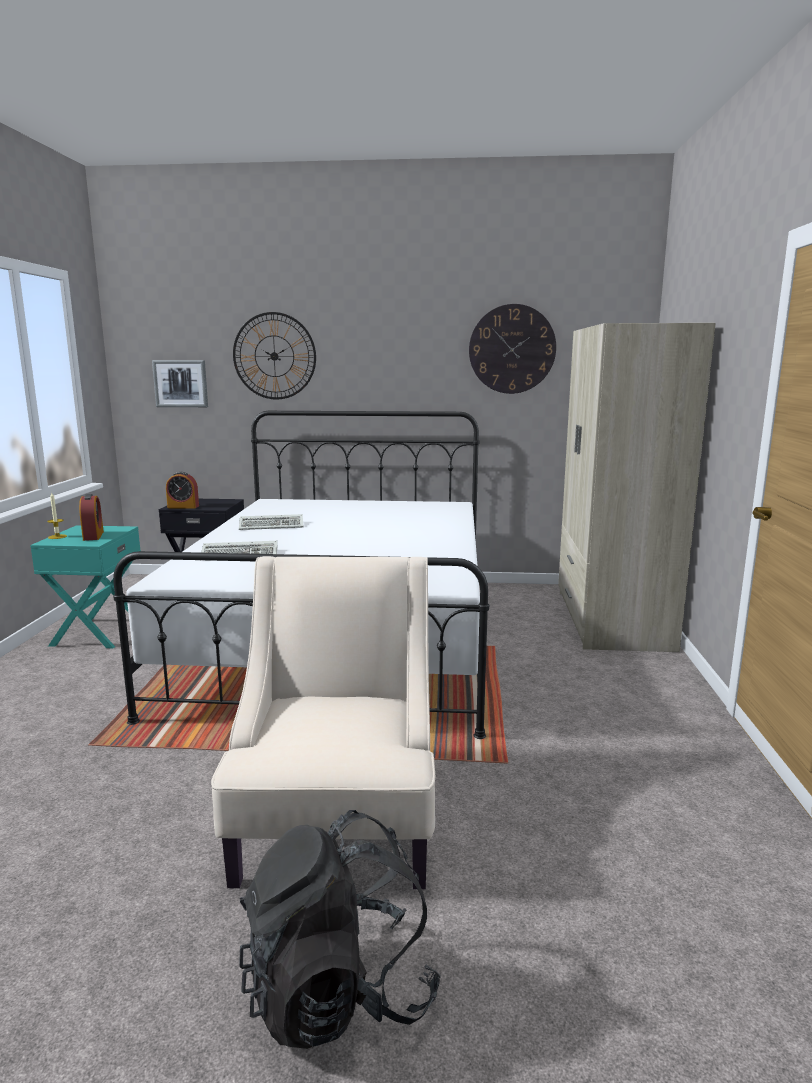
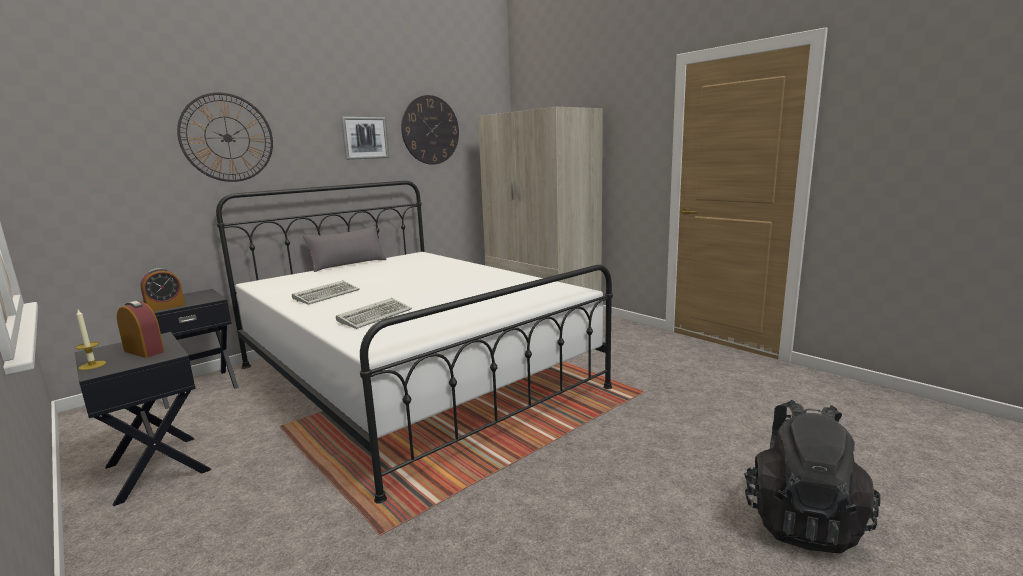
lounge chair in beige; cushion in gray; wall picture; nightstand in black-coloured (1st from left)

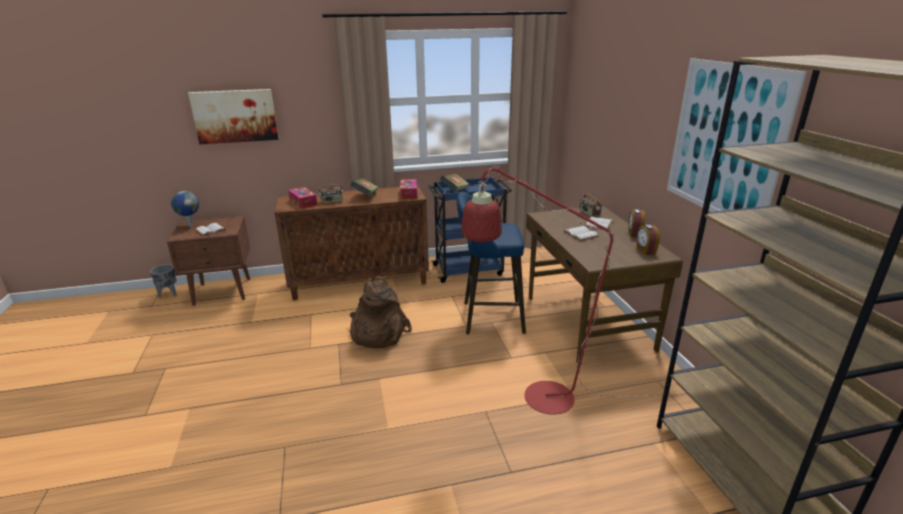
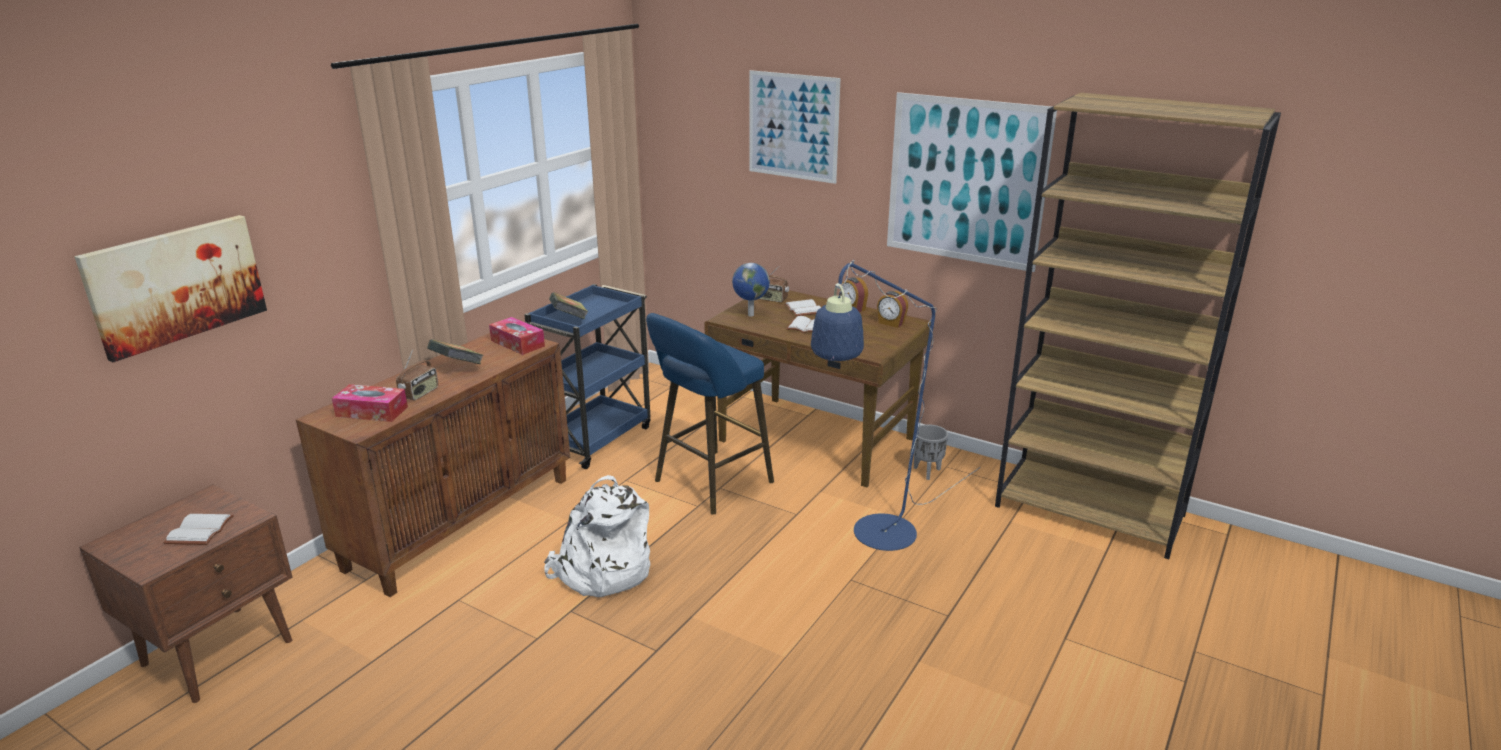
wall picture (2nd from left); plant pot in gray; world globe; knapsack in whitish; standing lamp in blue-coloured

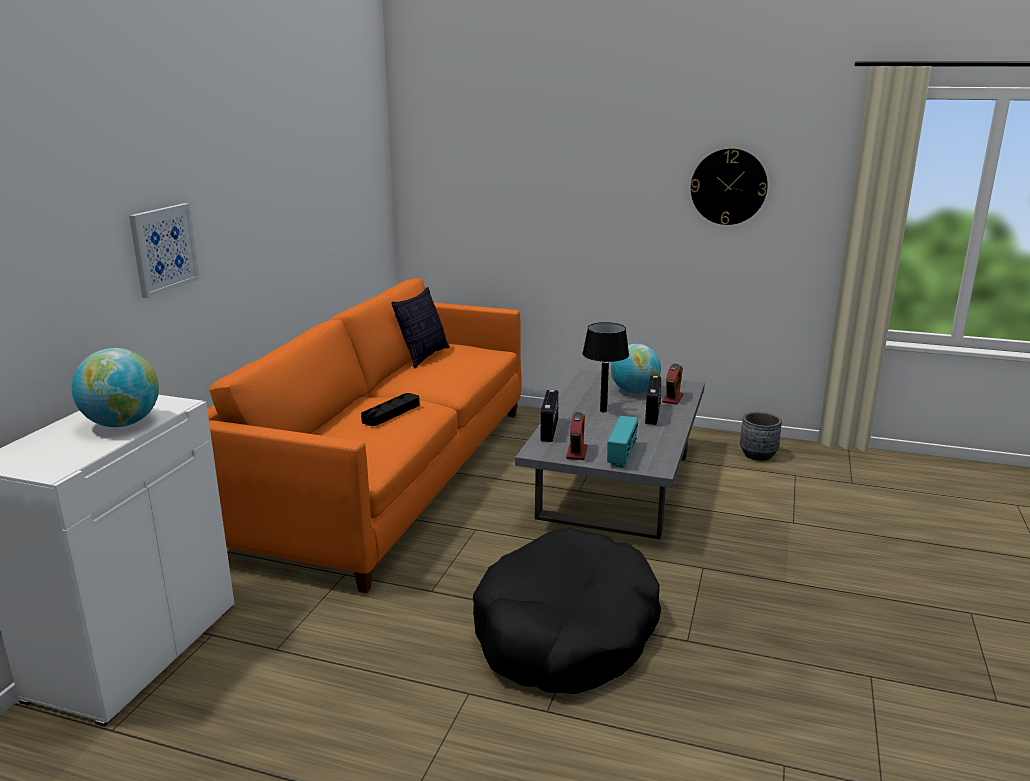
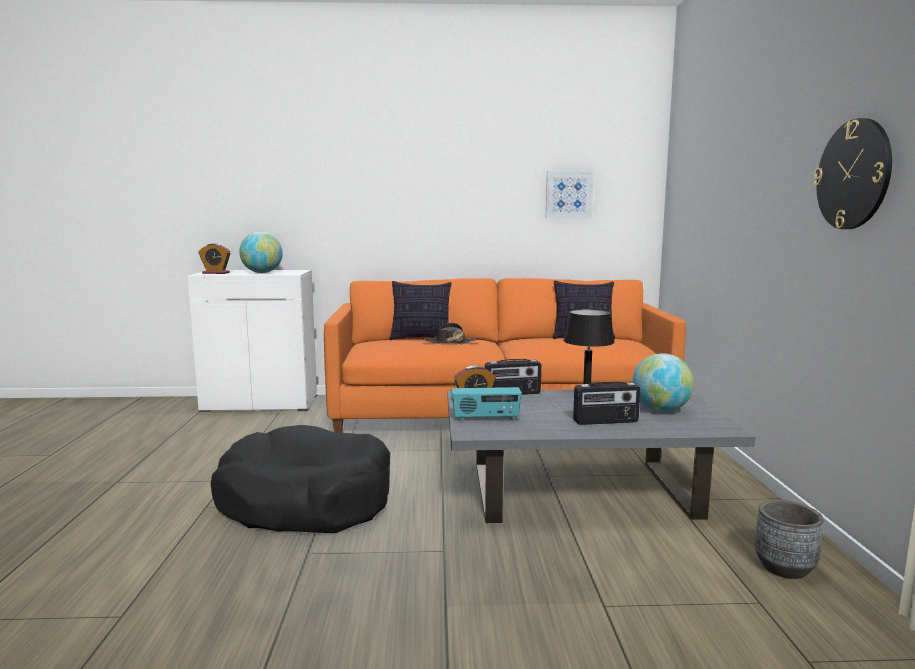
cushion (1st from left); wall picture; table clock (1st from left); wearable hat in black-coloured

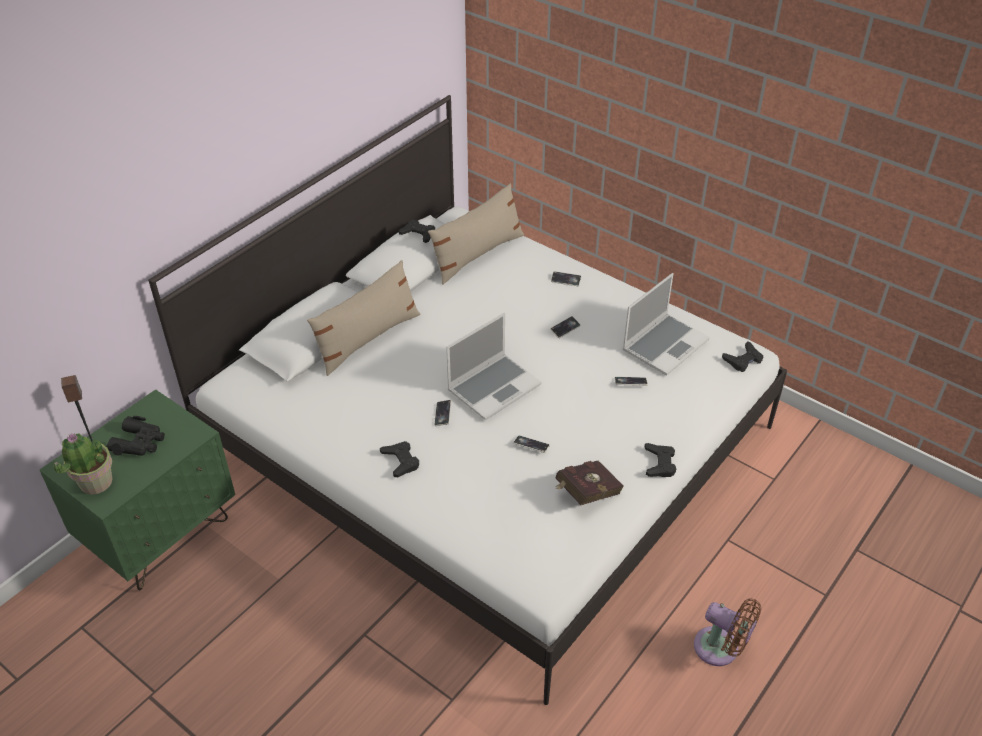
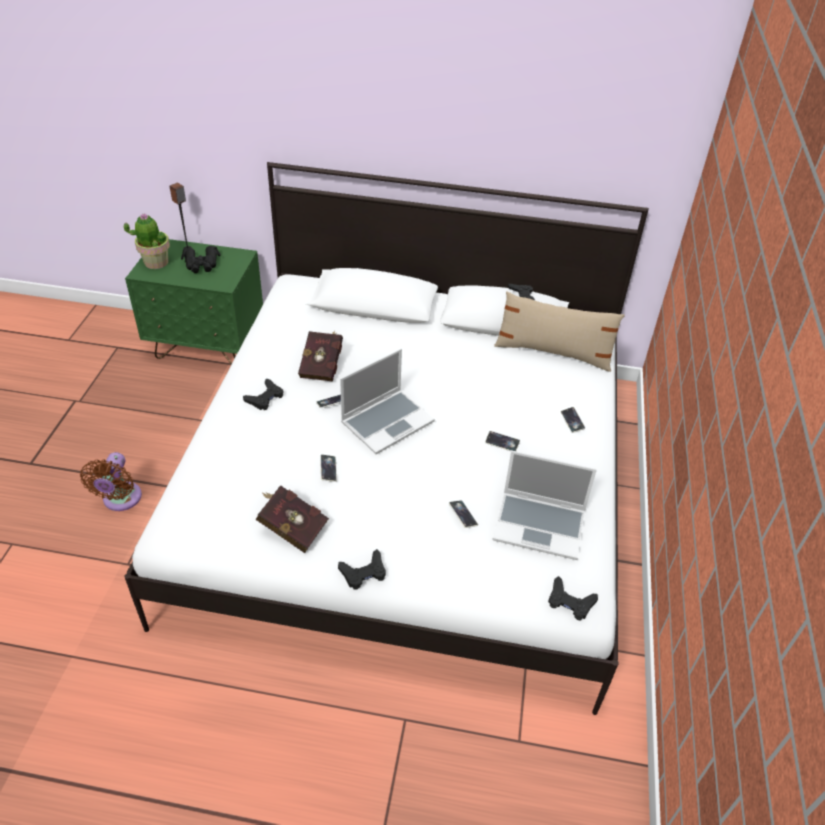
cushion in beige (1st from left in the first image); book in red (2nd from left); electric fan in brown; laptop (1st from left)

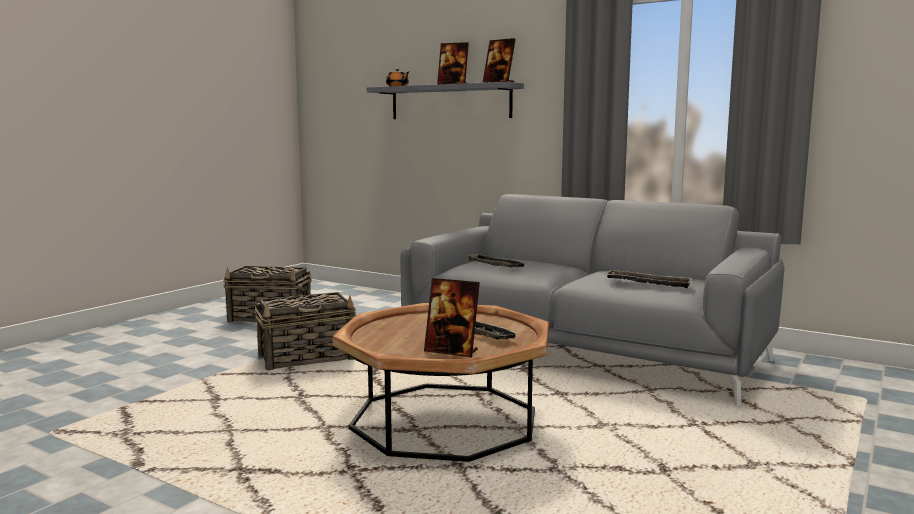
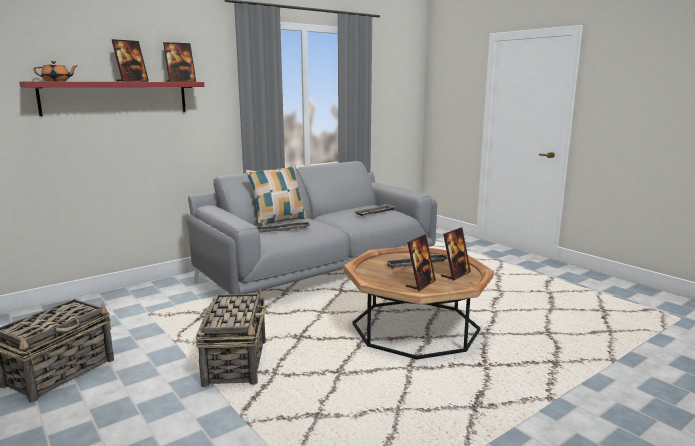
cushion; photo frame (3rd from left); shelf in red

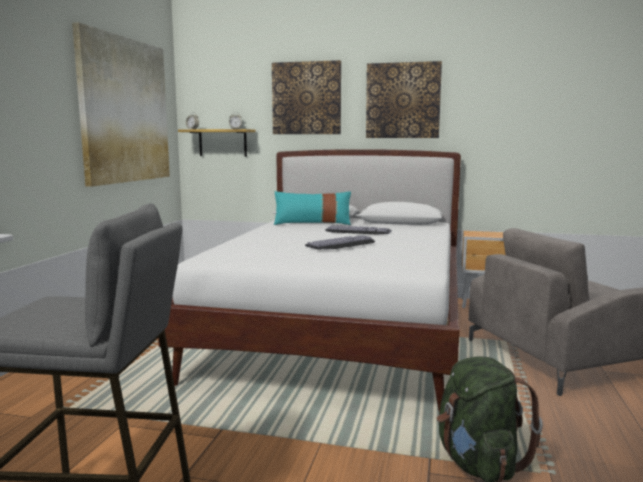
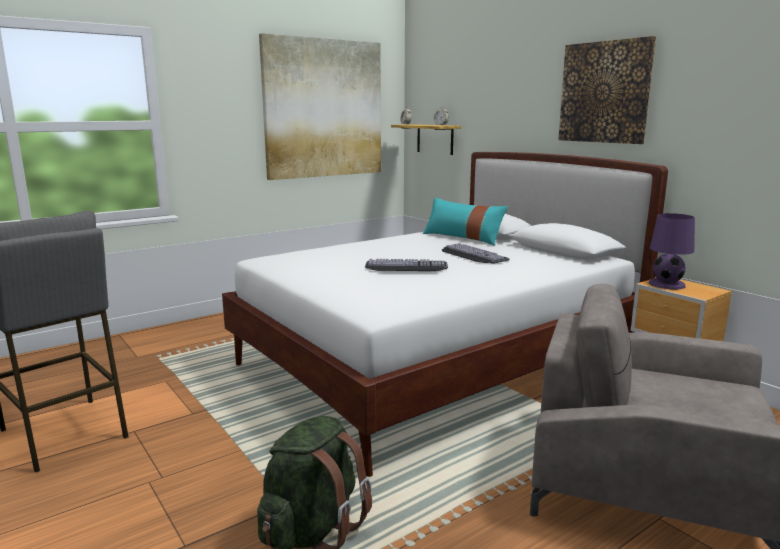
wall picture (2nd from left in the first image); tabletop lamp in purple-coloured

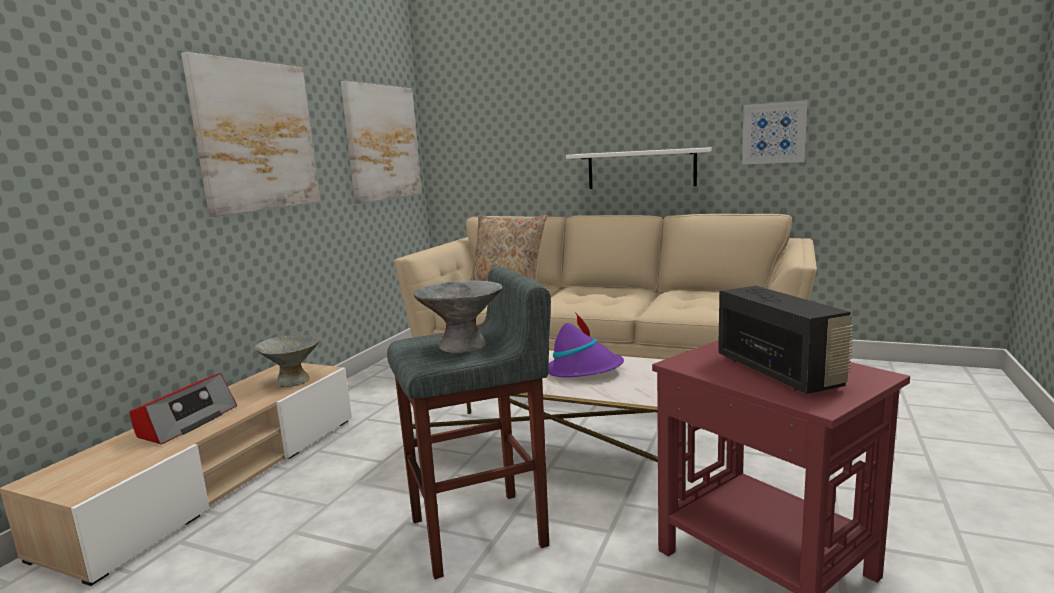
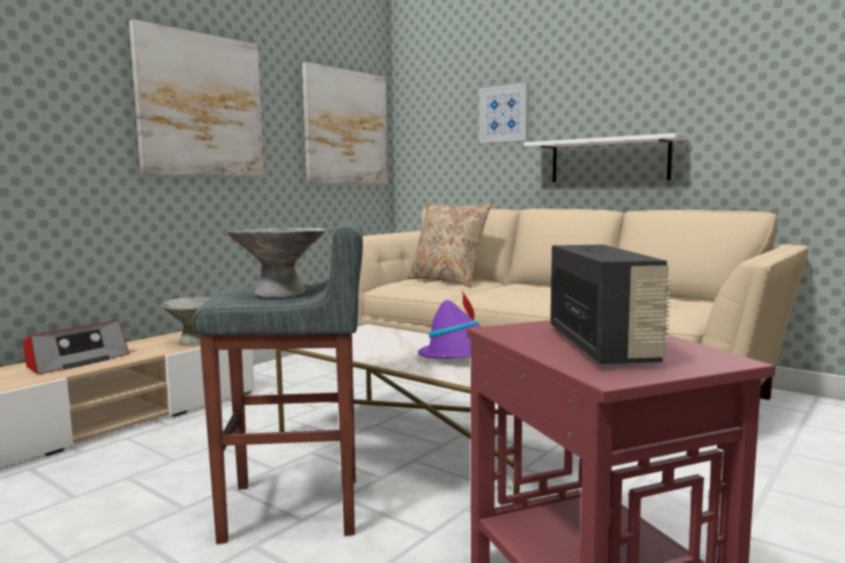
wall picture (3rd from left)

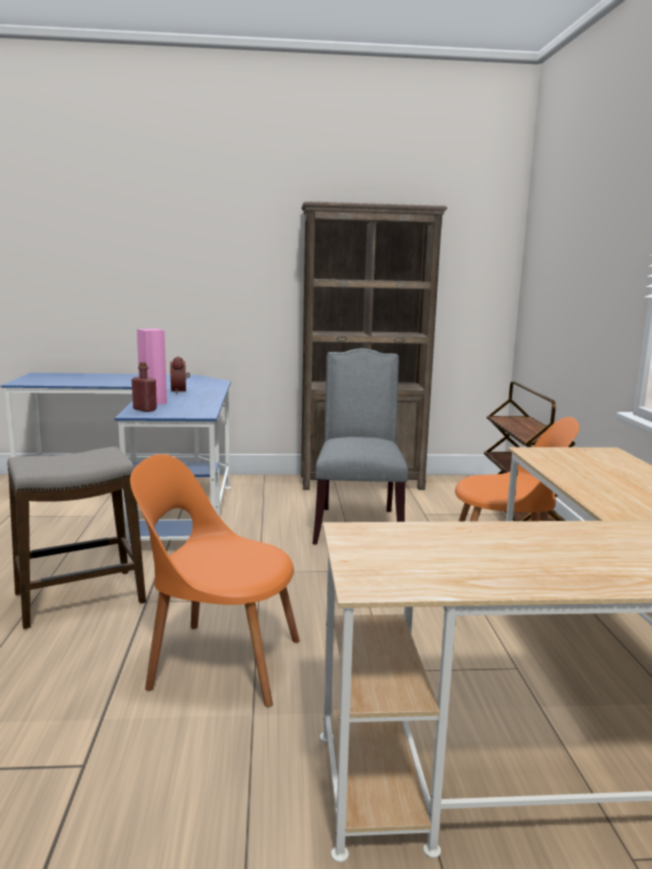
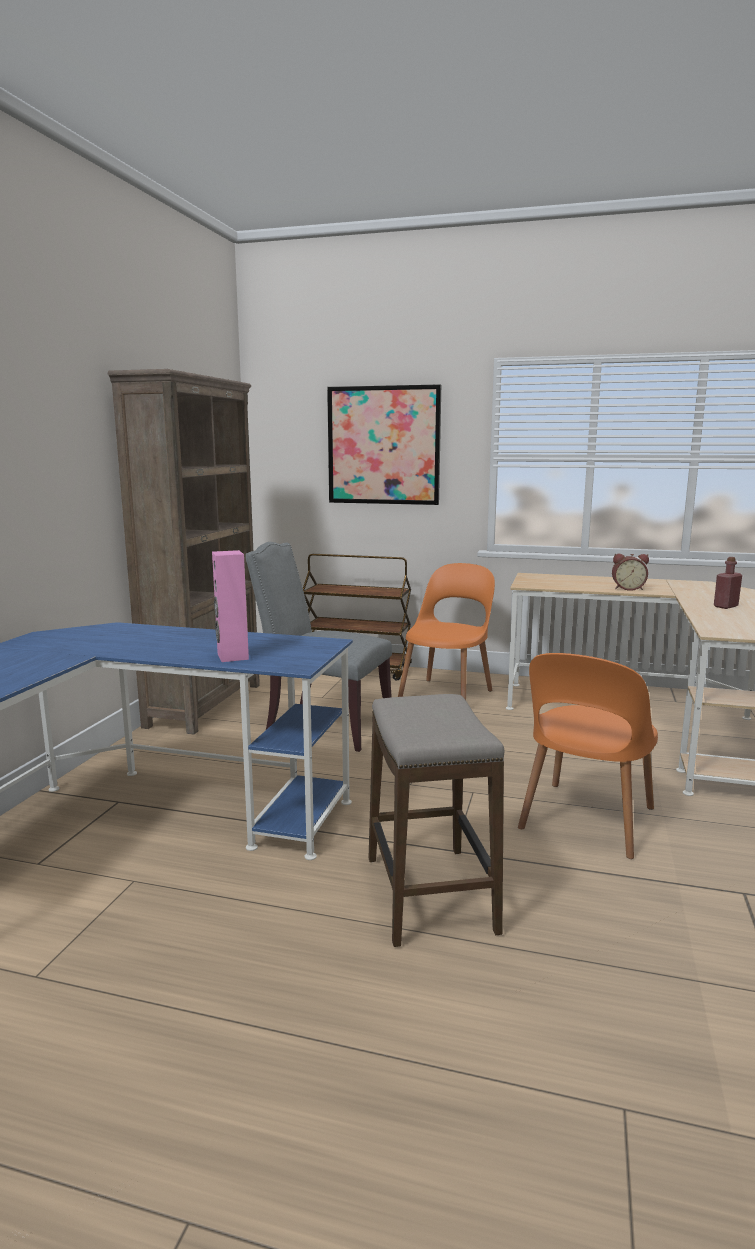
wall picture; drink bottle in red; table clock

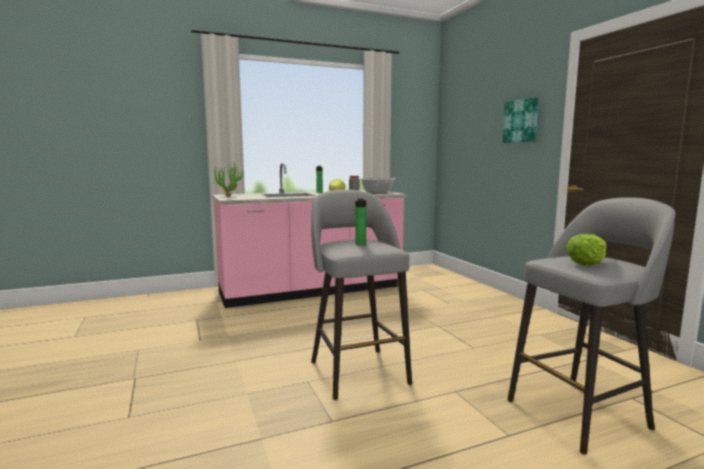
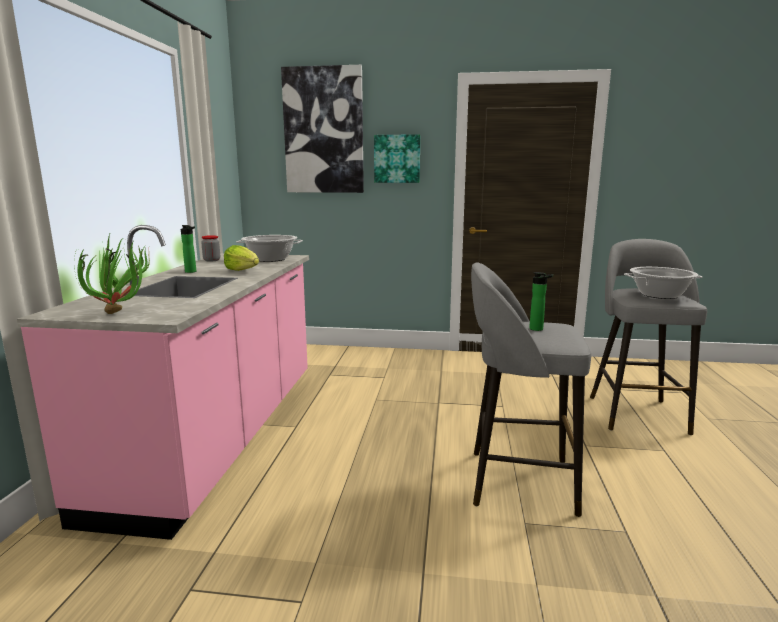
wall picture (1st from left); stockpot (2nd from left)

